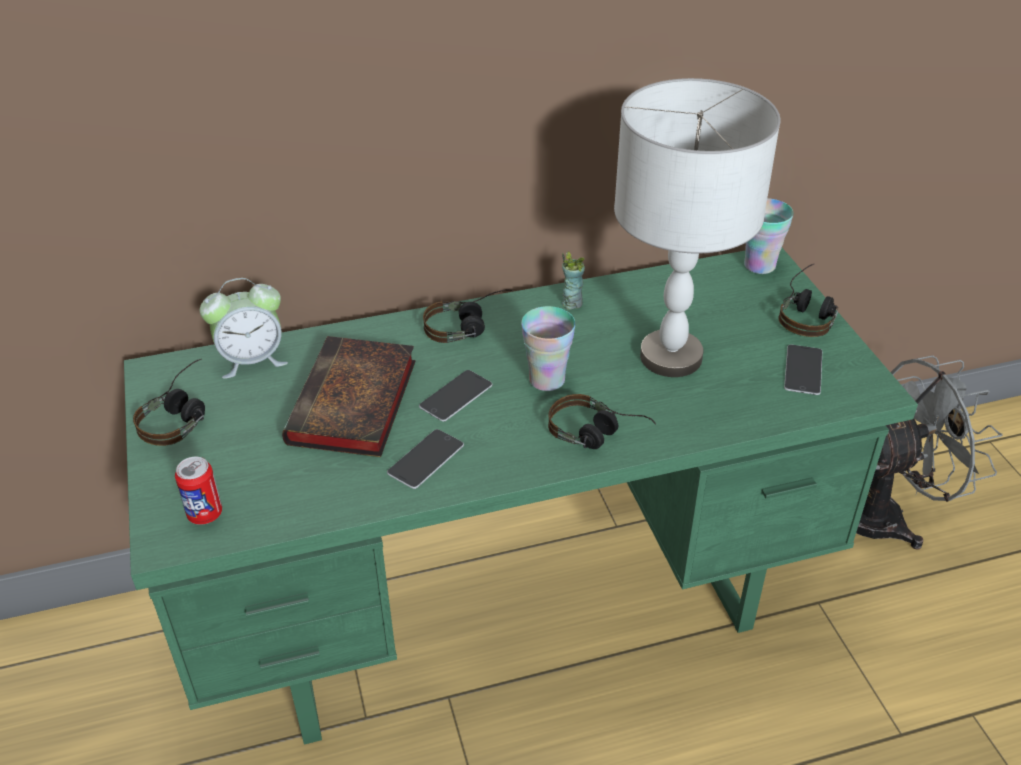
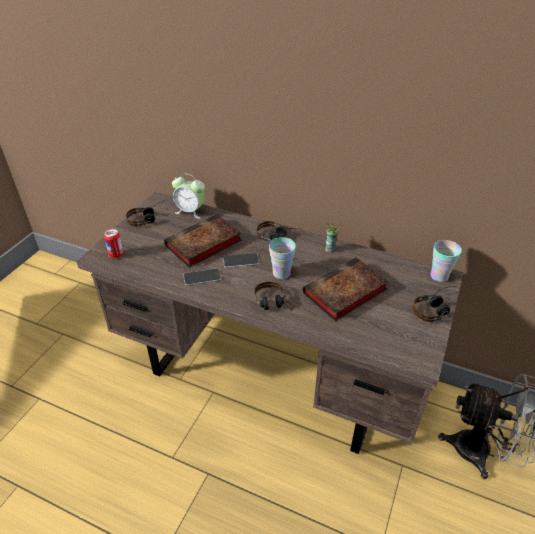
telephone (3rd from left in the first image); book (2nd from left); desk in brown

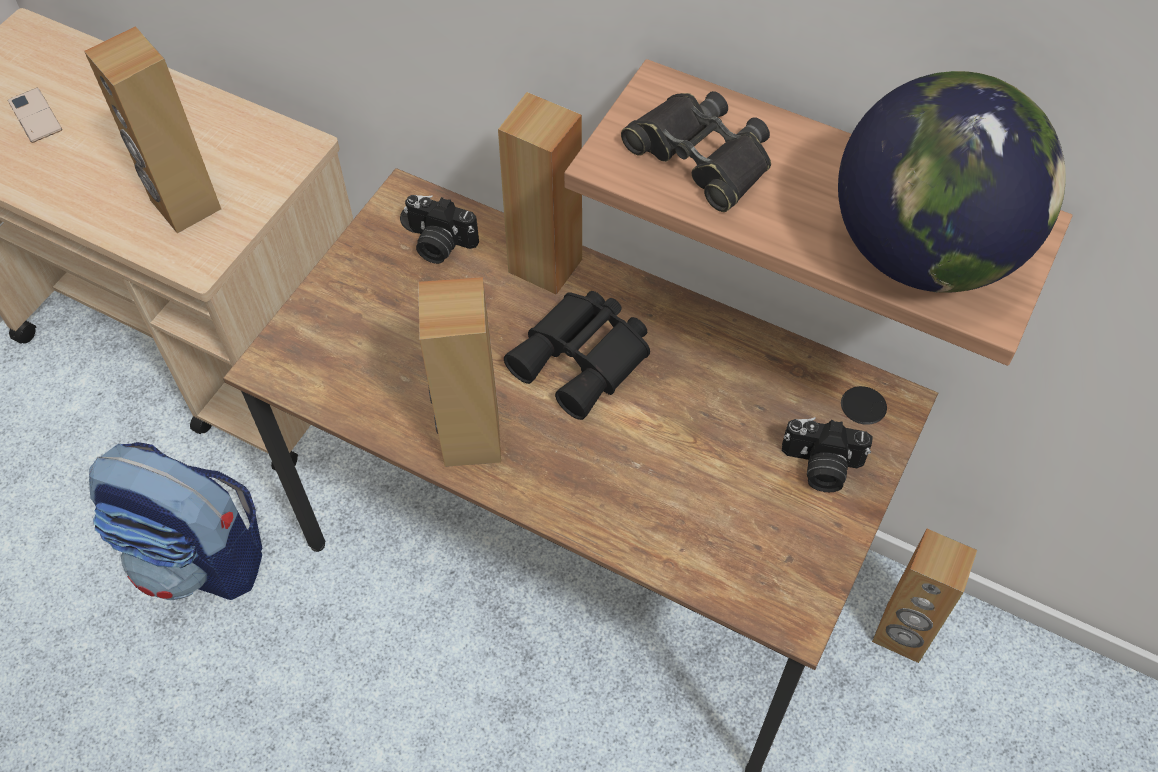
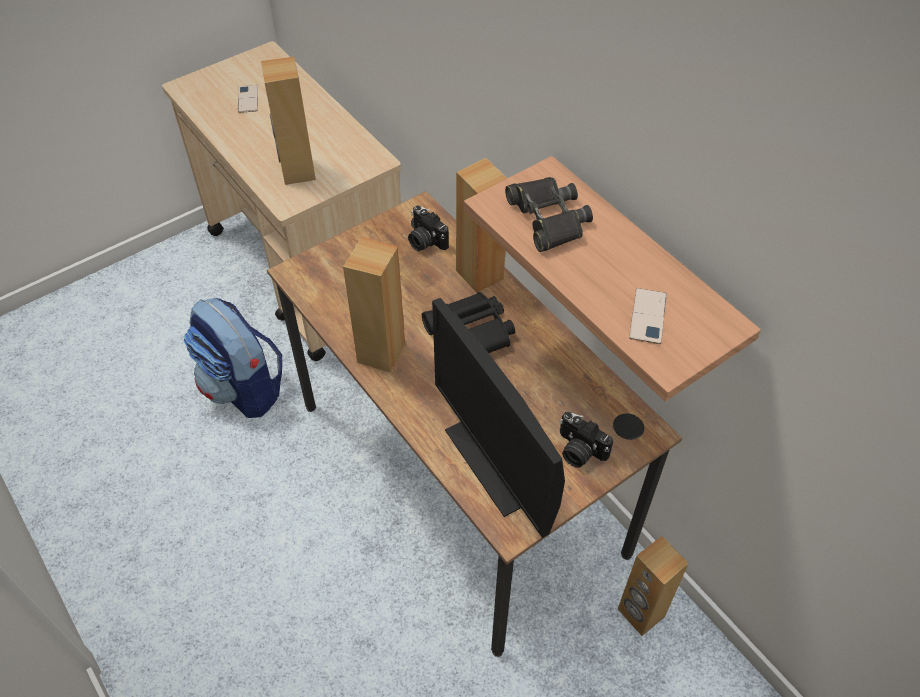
computer screen; telephone (2nd from left)

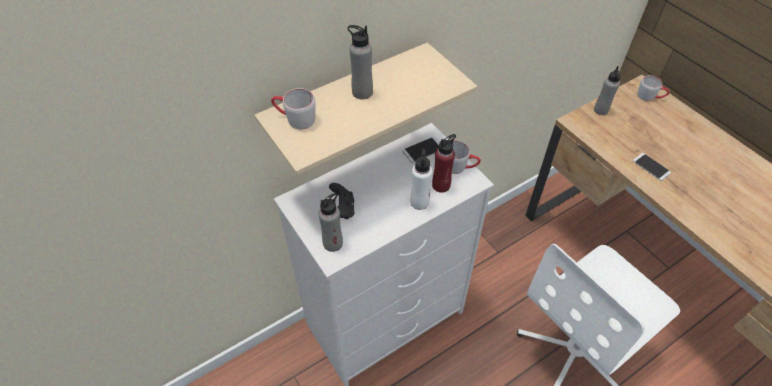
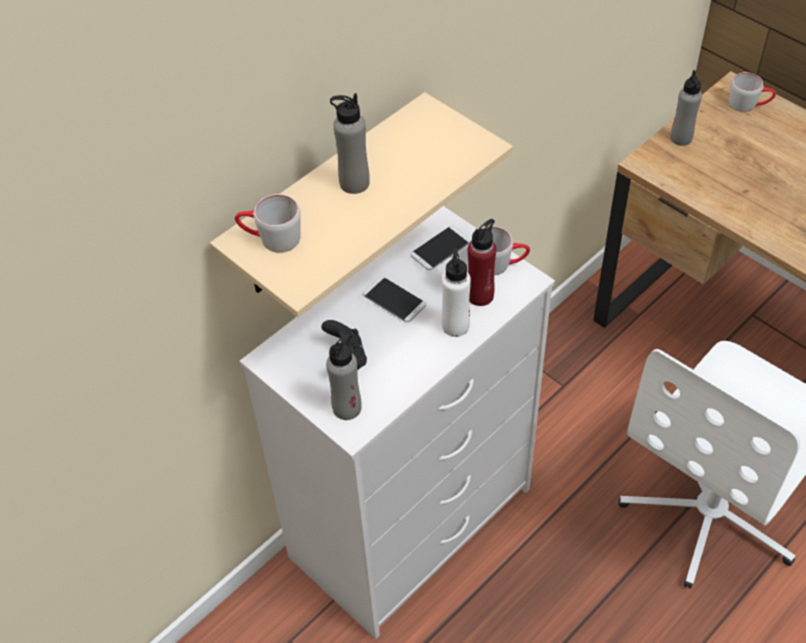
telephone (1st from left)

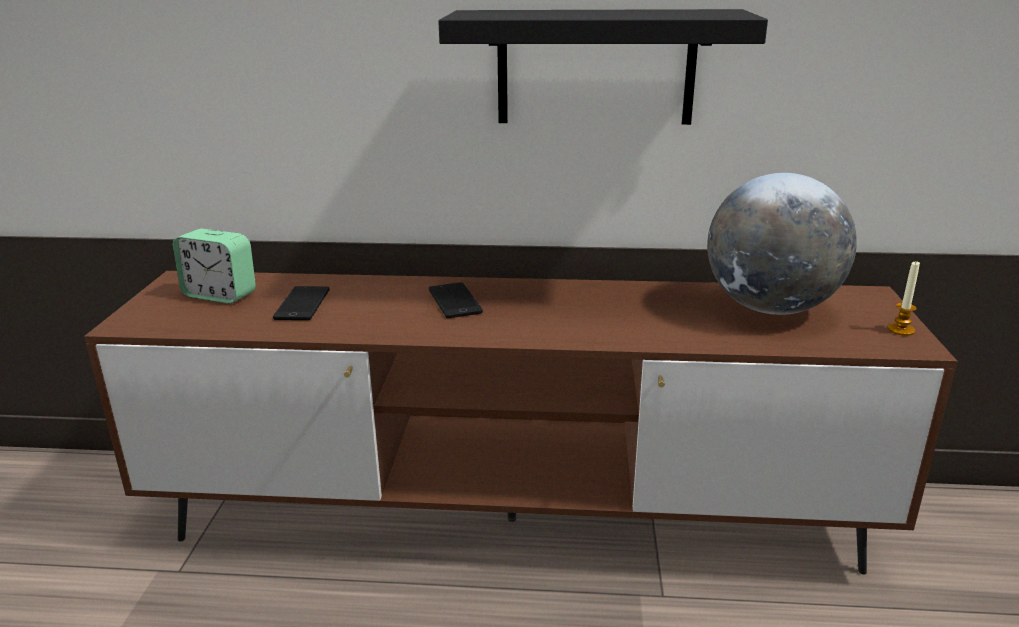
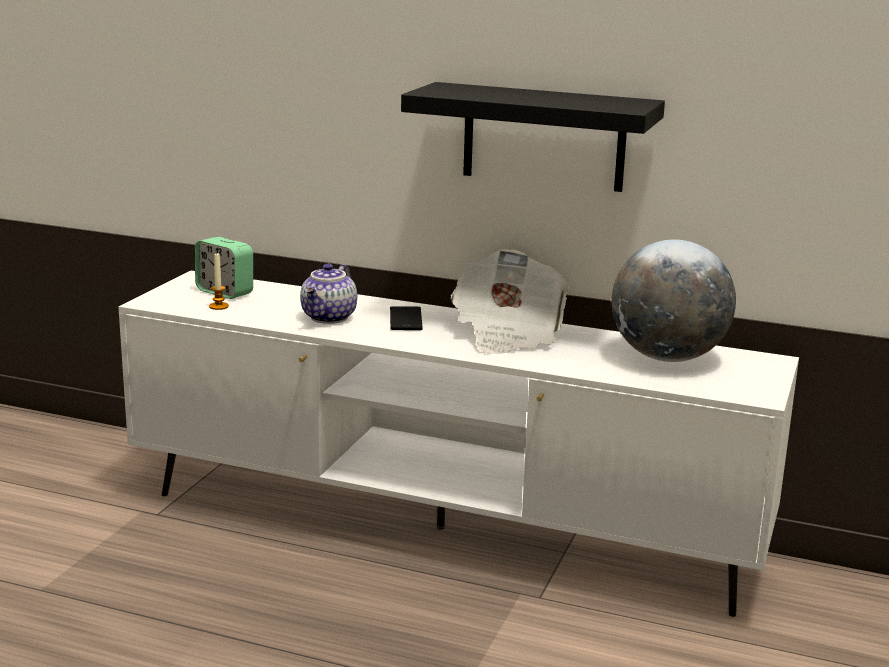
telephone (1st from left in the first image); tea pot; printed paper; wax light; media console in whitish

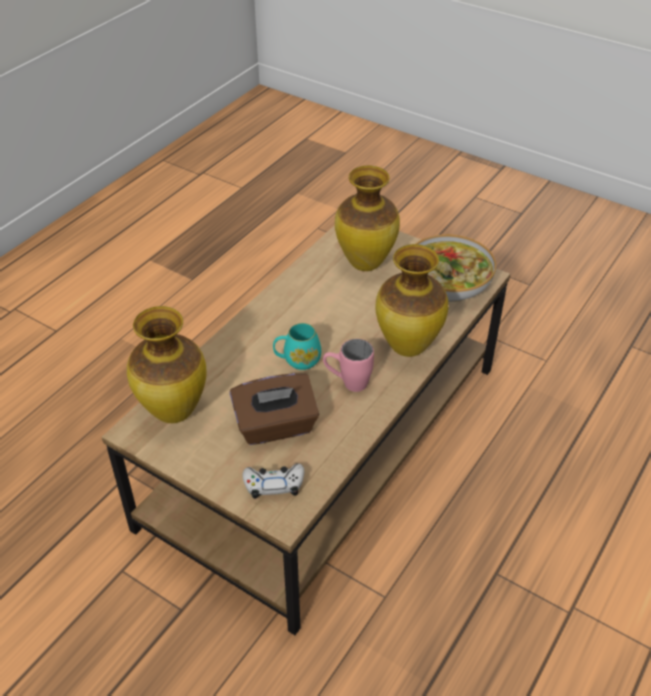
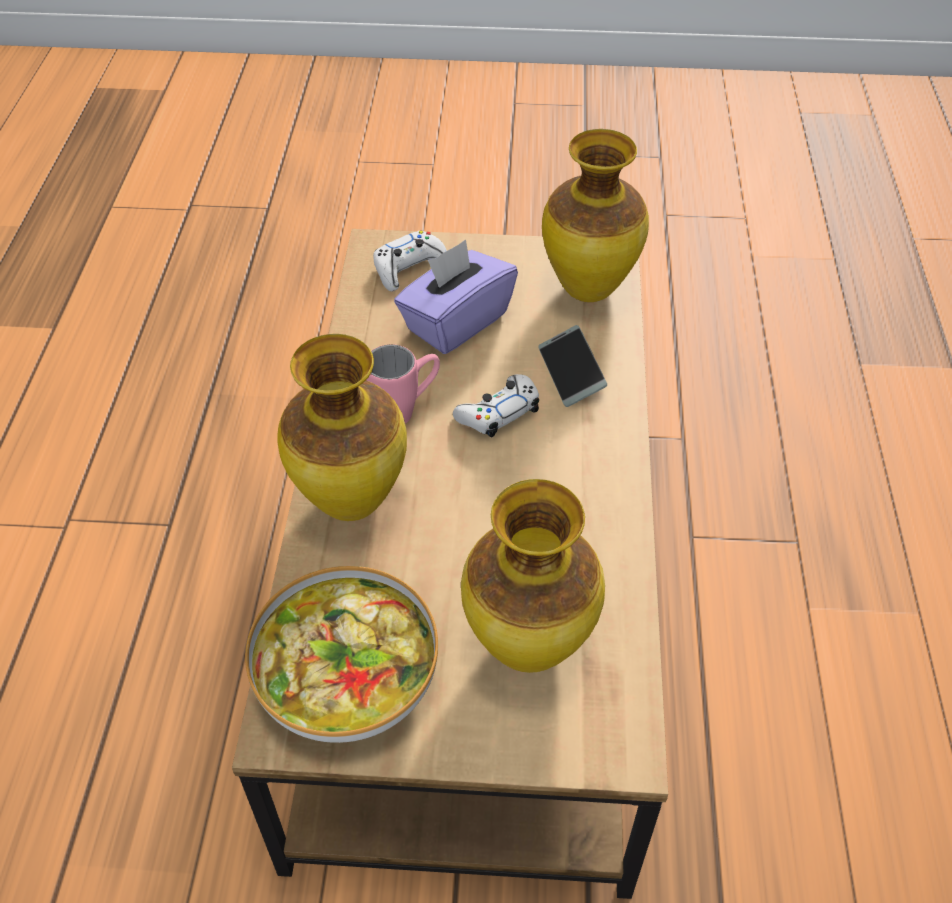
telephone; joypad in whitish (2nd from left); tissue box in purple-coloured

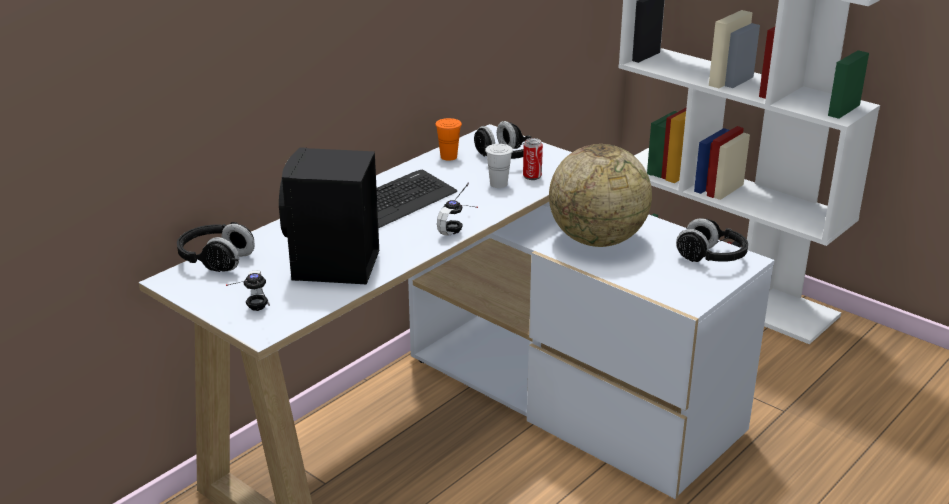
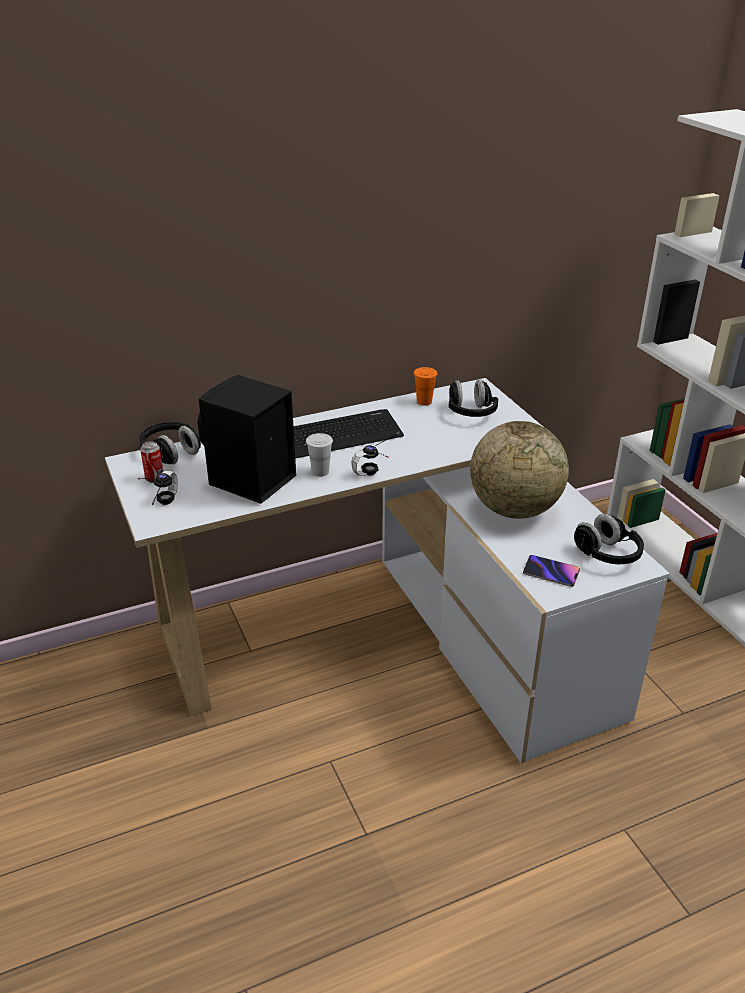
telephone; small cup in whitish; sealed can

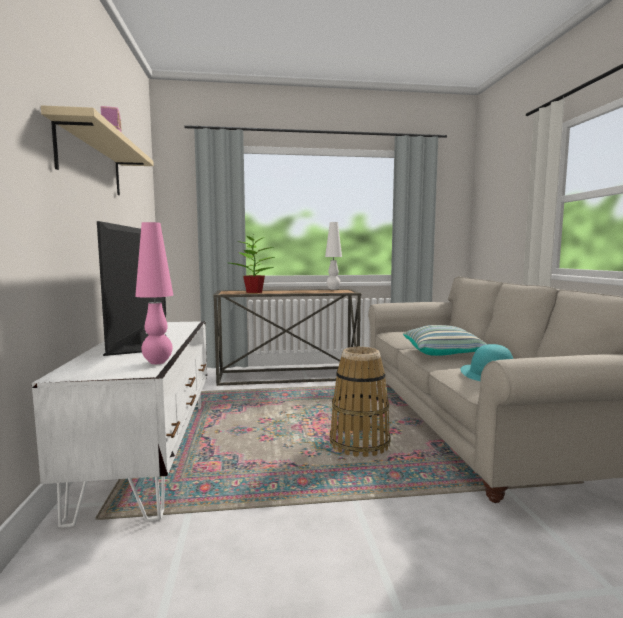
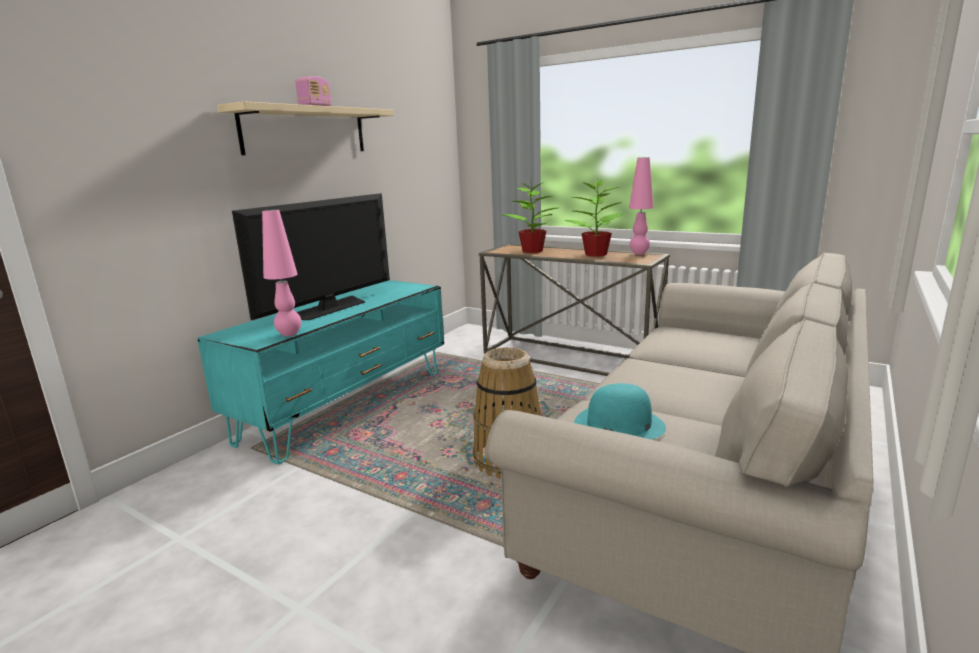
cushion; potted plant (2nd from left); media console in blue-green; tabletop lamp in pinkish (2nd from left)

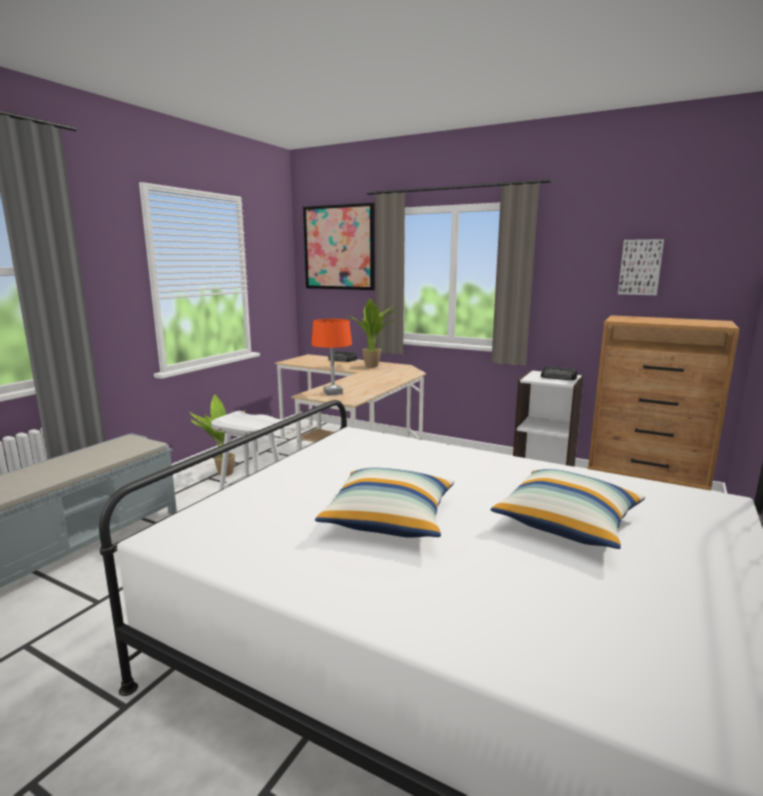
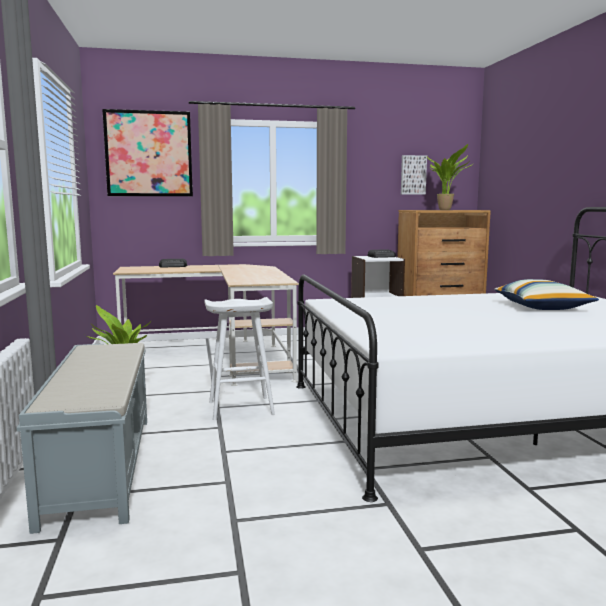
tabletop lamp in orangey; cushion (1st from left in the first image); potted plant (2nd from left)

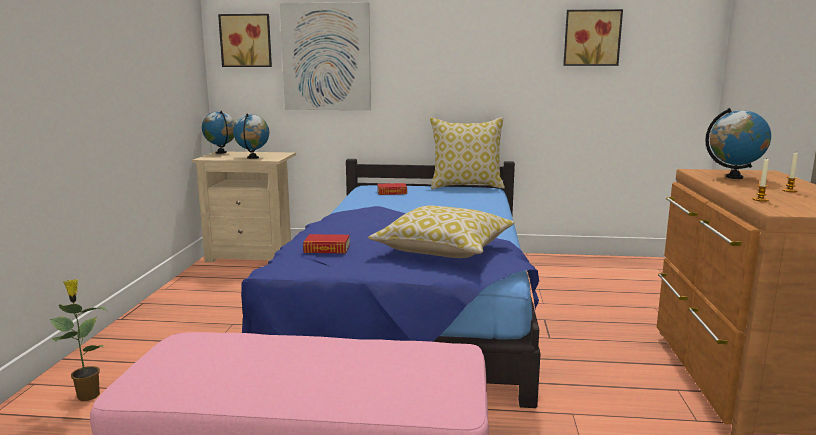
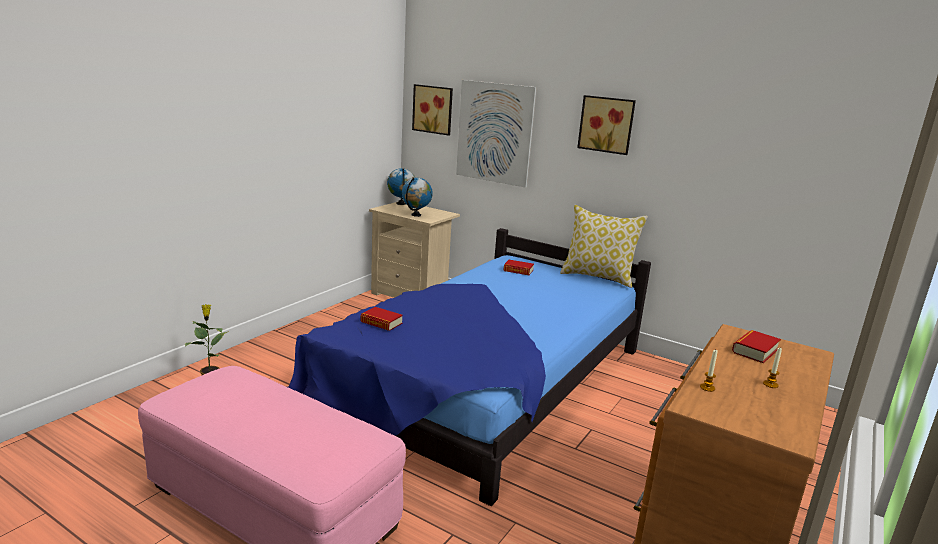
cushion (1st from left in the first image); wall picture (3rd from left); book (3rd from left)

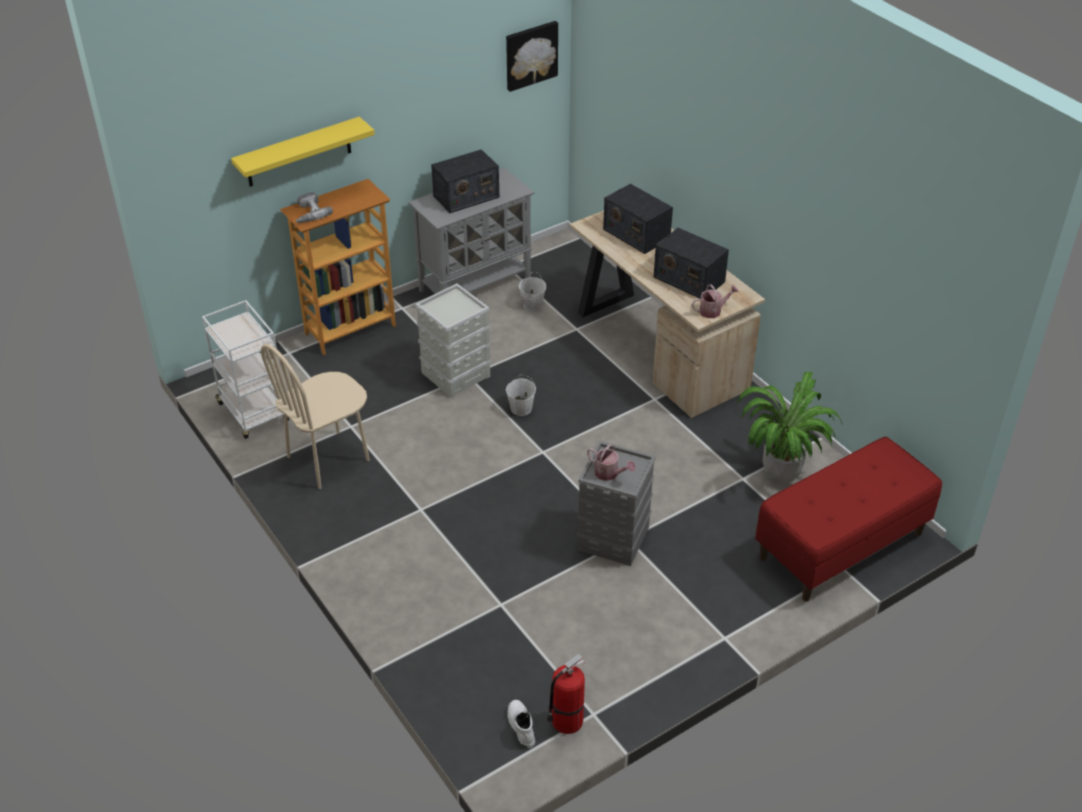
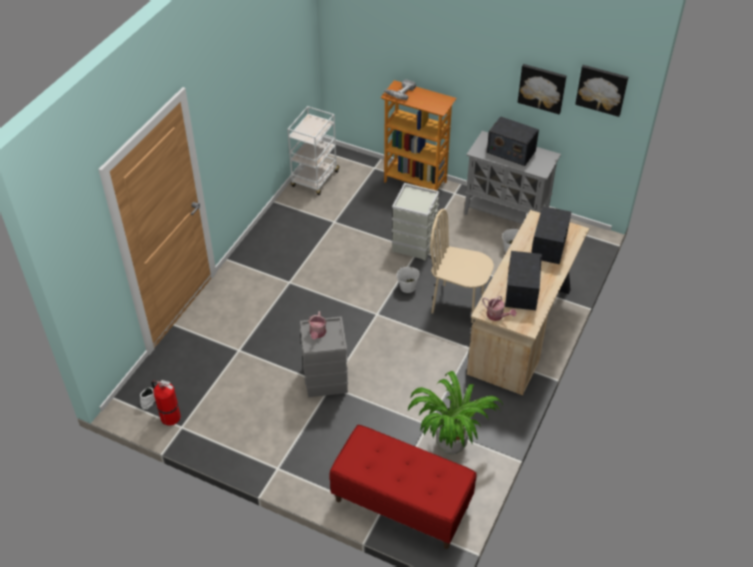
shelf in yellow; wall picture (1st from left); chair in beige

